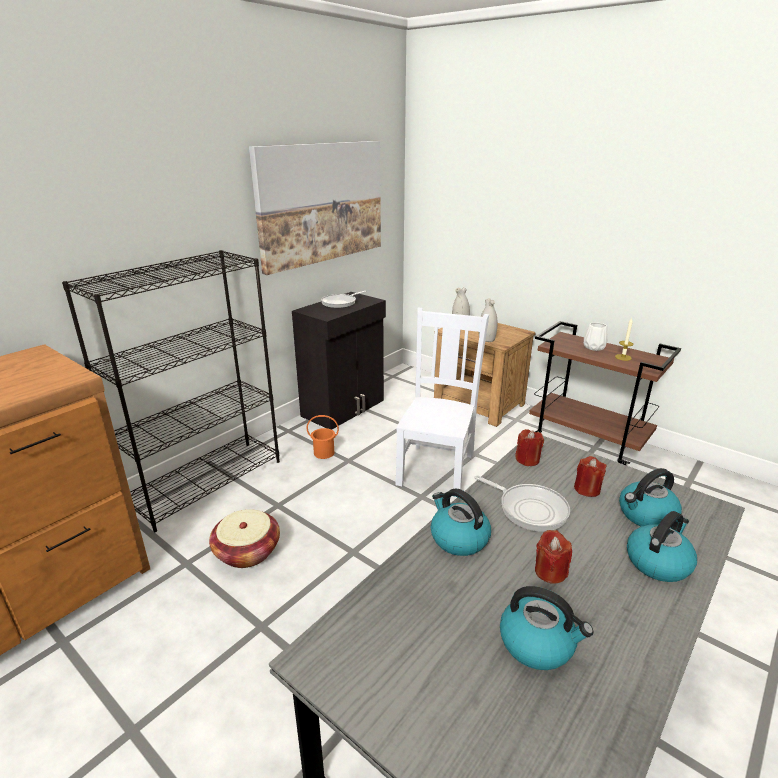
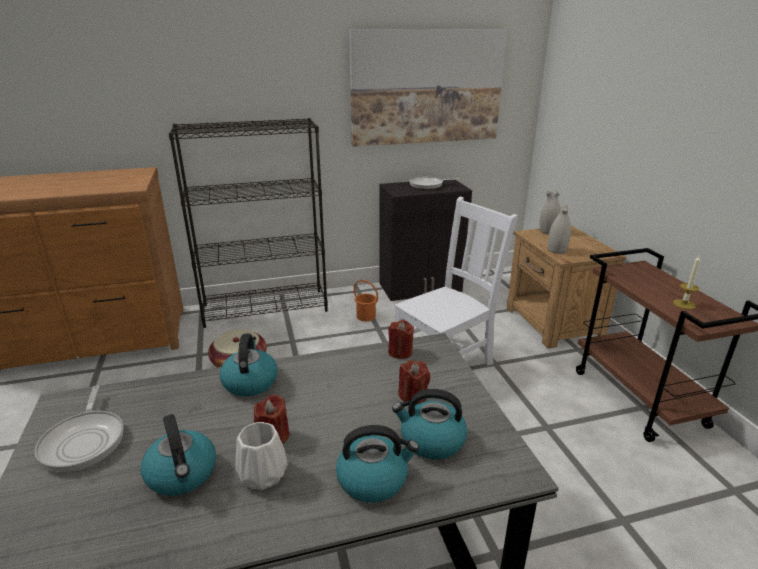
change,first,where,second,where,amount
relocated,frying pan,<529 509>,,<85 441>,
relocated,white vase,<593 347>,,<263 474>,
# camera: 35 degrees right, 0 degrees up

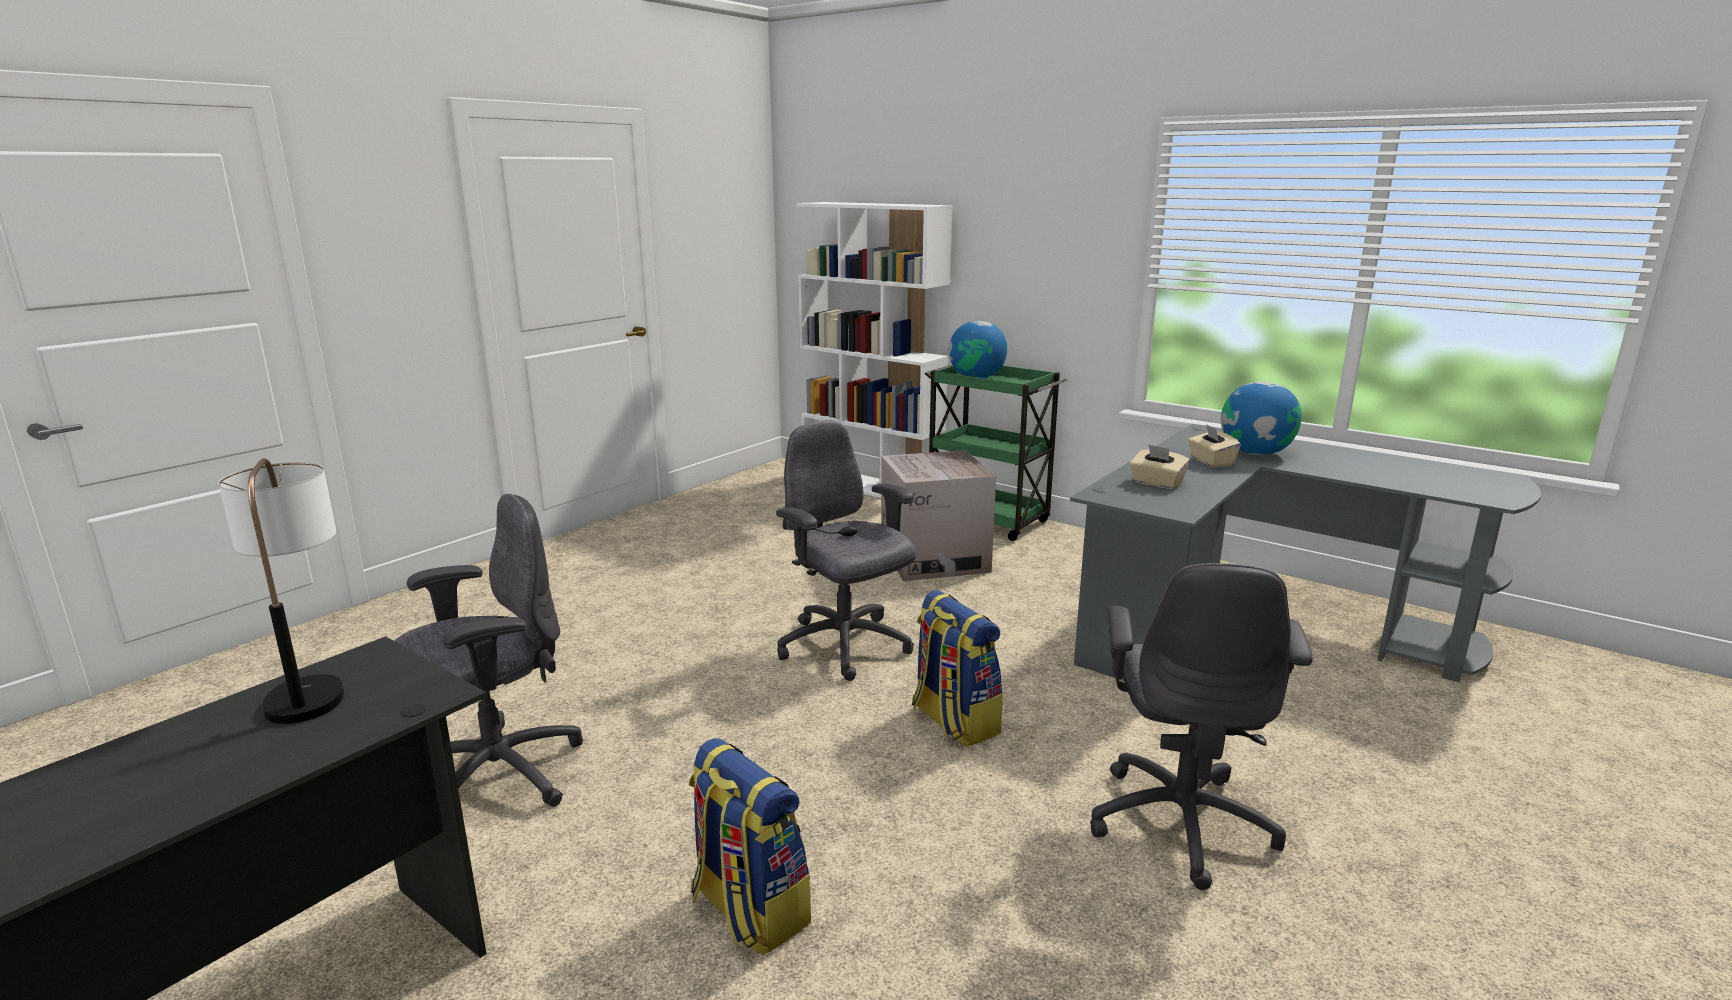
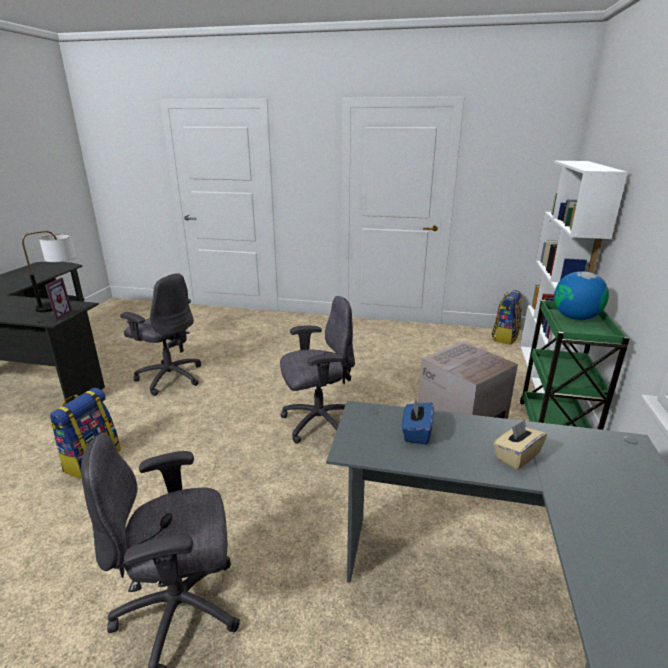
change,first,where,second,where,amount
appeared,,,picture frame,<58 315>,
spun,grey office chair,<845 647>,,<318 422>,45 degrees clockwise
colour,beige tissue box,<1156 483>,blue tissue box,<416 433>,
relocated,backpack,<953 721>,,<504 337>,
missing,globe,<1255 453>,,,
# camera: 65 degrees right, 5 degrees up

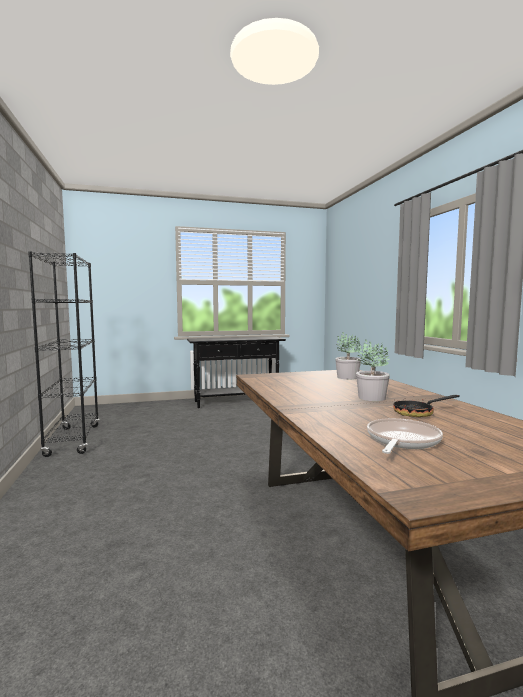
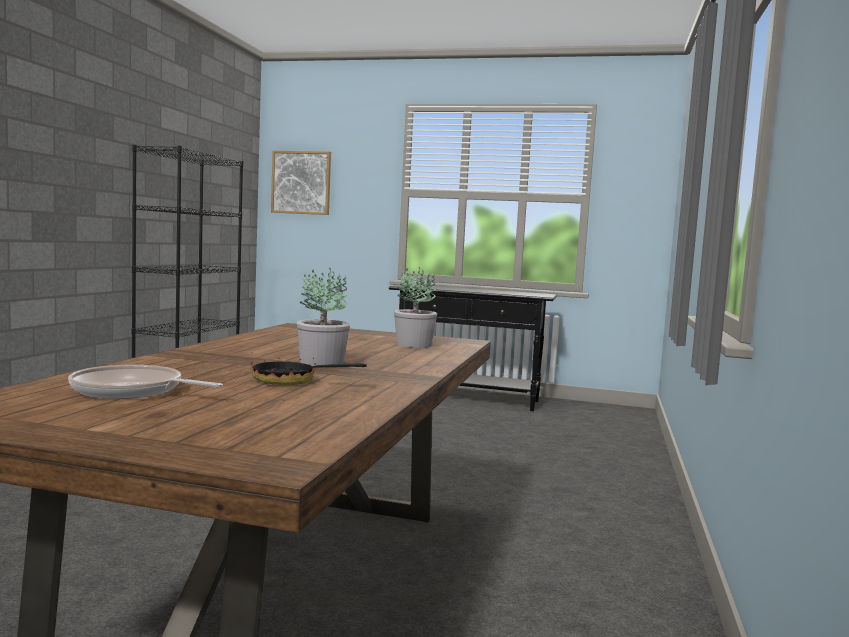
change,first,where,second,where,amount
spun,frying pan,<401 441>,,<132 391>,135 degrees counterclockwise
appeared,,,picture,<301 182>,
# camera: 30 degrees right, 0 degrees up

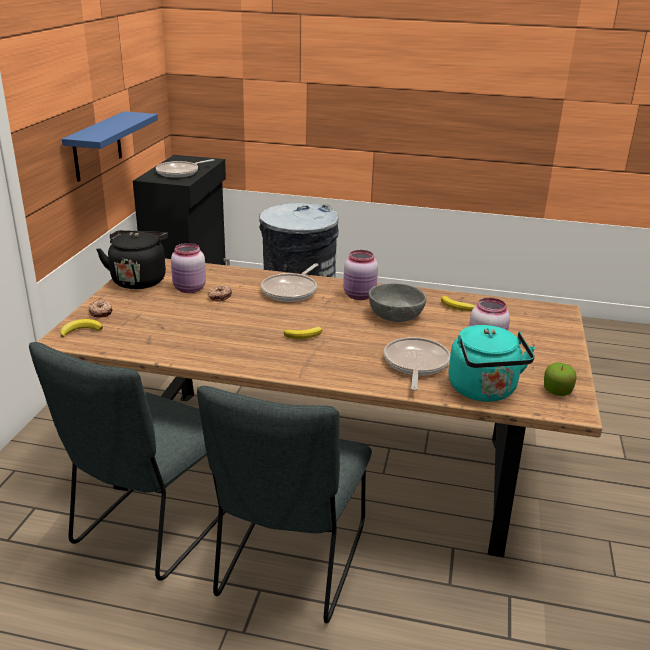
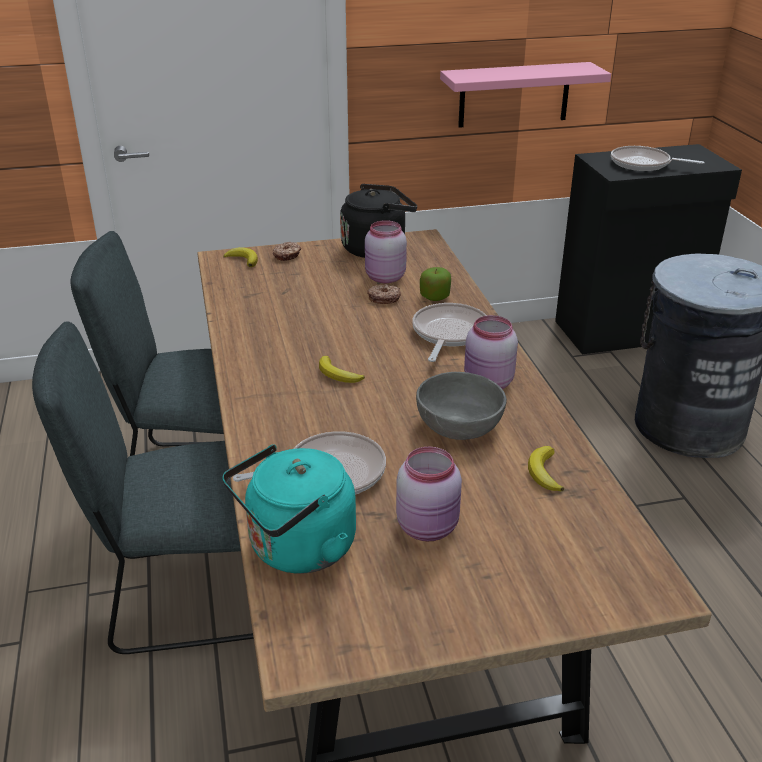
change,first,where,second,where,amount
spun,frying pan,<291 290>,,<448 334>,105 degrees clockwise
relocated,apple,<557 391>,,<434 296>,
colour,blue shelf,<97 146>,pink shelf,<514 95>,
# camera: 65 degrees right, 5 degrees up

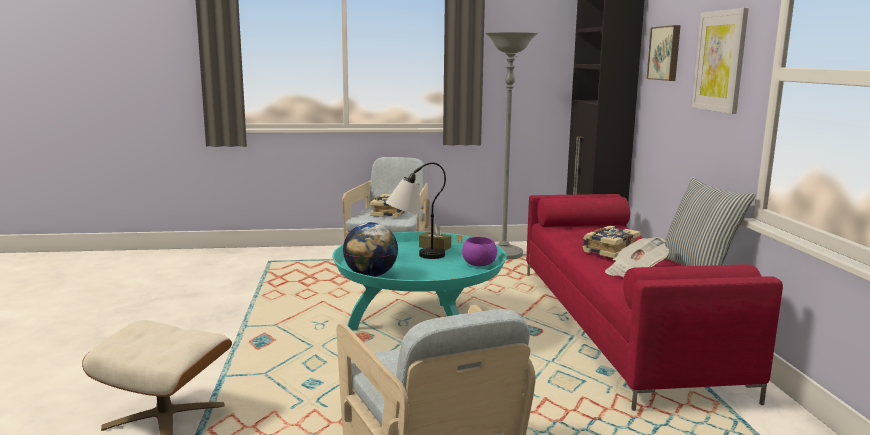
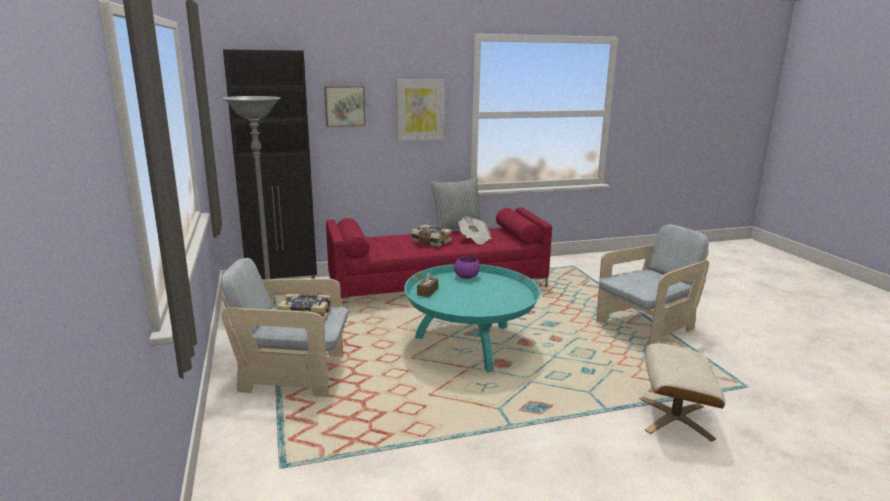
change,first,where,second,where,amount
missing,globe,<370 275>,,,
missing,table lamp,<414 256>,,,
# camera: 100 degrees left, 5 degrees up

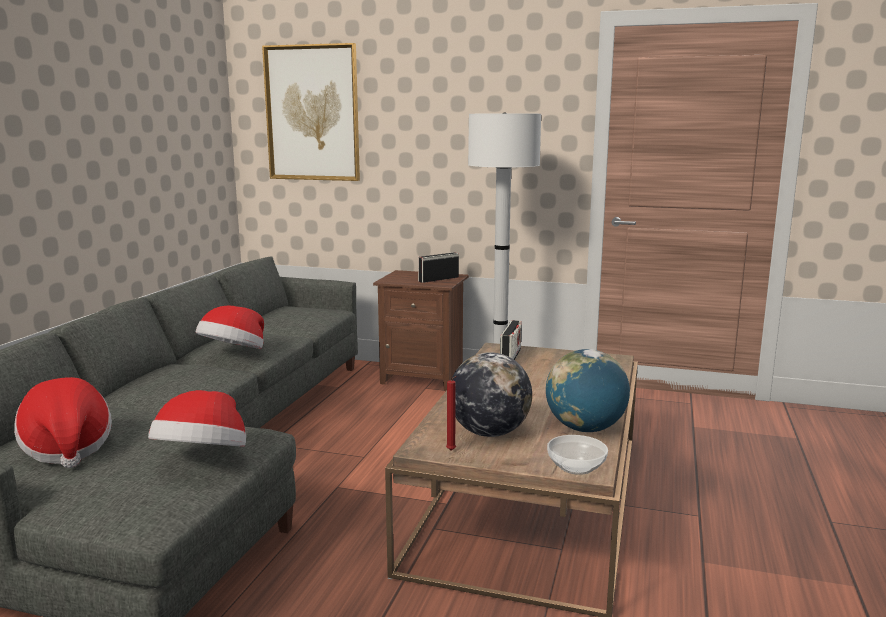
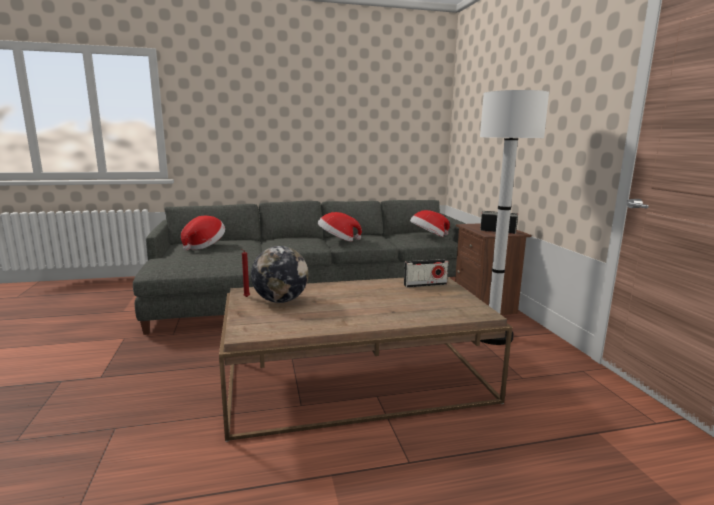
change,first,where,second,where,amount
relocated,hat,<203 459>,,<428 237>,
missing,picture,<312 113>,,,
missing,globe,<585 428>,,,
missing,bowl,<575 466>,,,
# camera: 60 degrees right, 0 degrees up

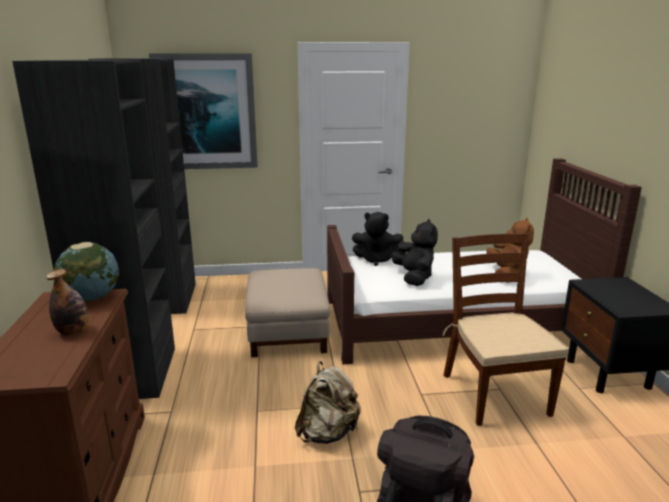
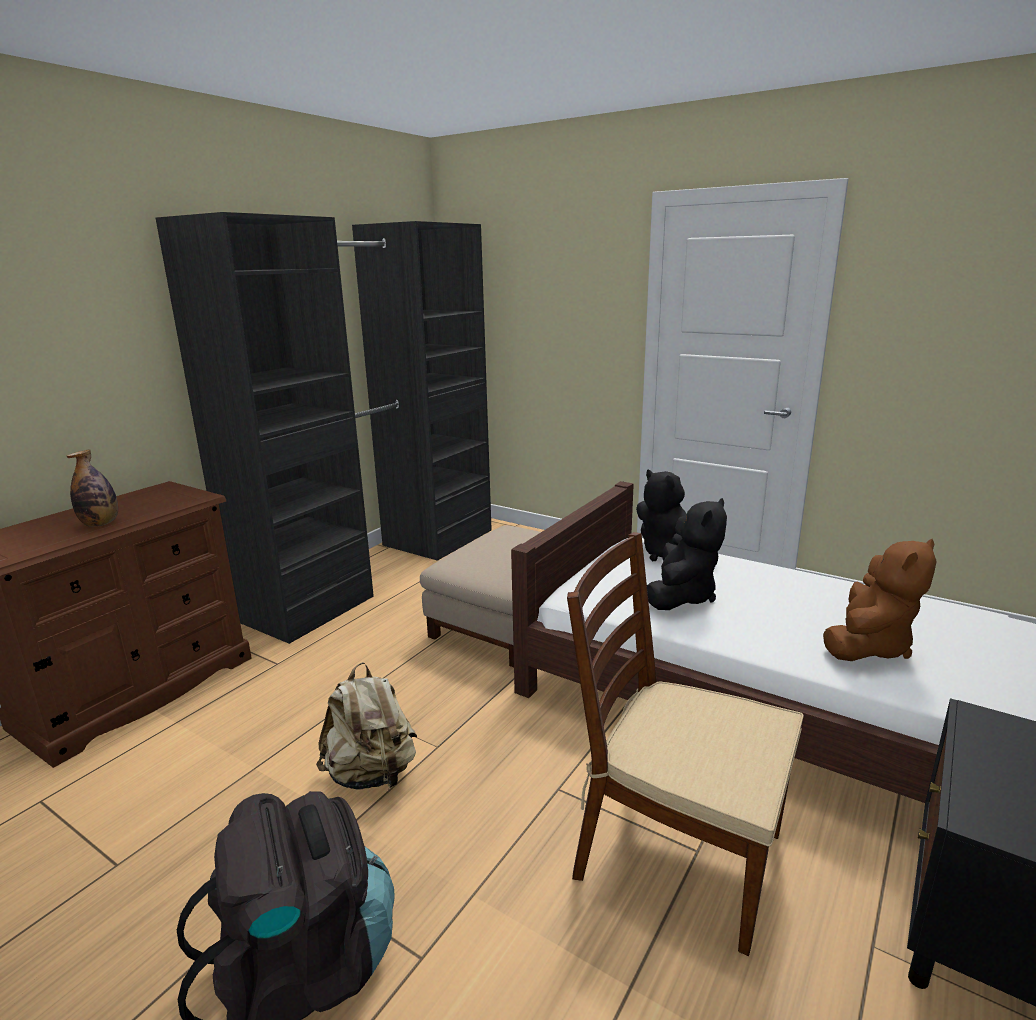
change,first,where,second,where,amount
spun,brown chair,<494 393>,,<676 854>,90 degrees counterclockwise
missing,globe,<92 298>,,,
missing,picture,<206 112>,,,
# camera: 40 degrees right, 0 degrees up

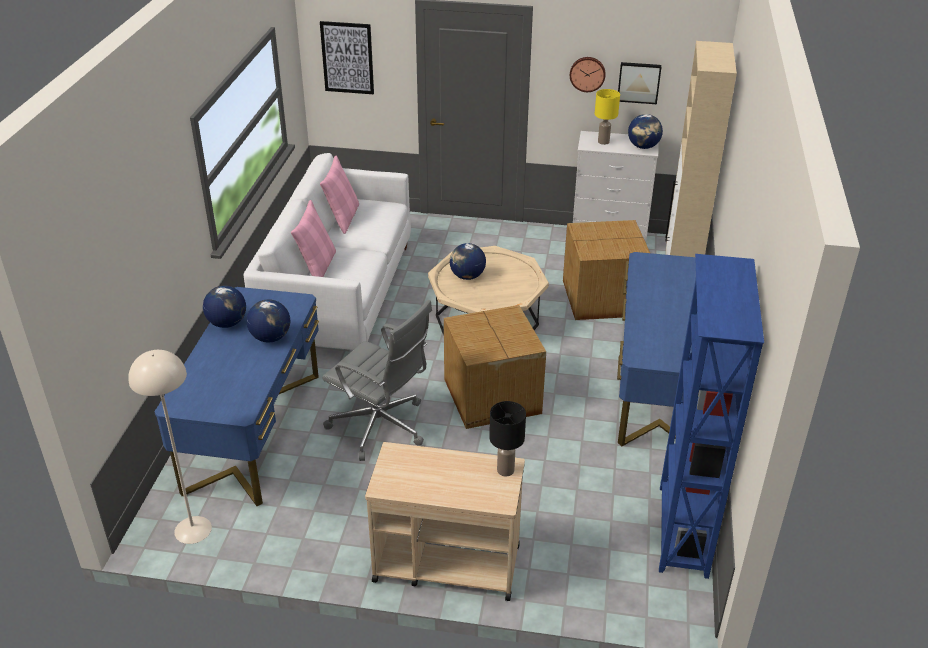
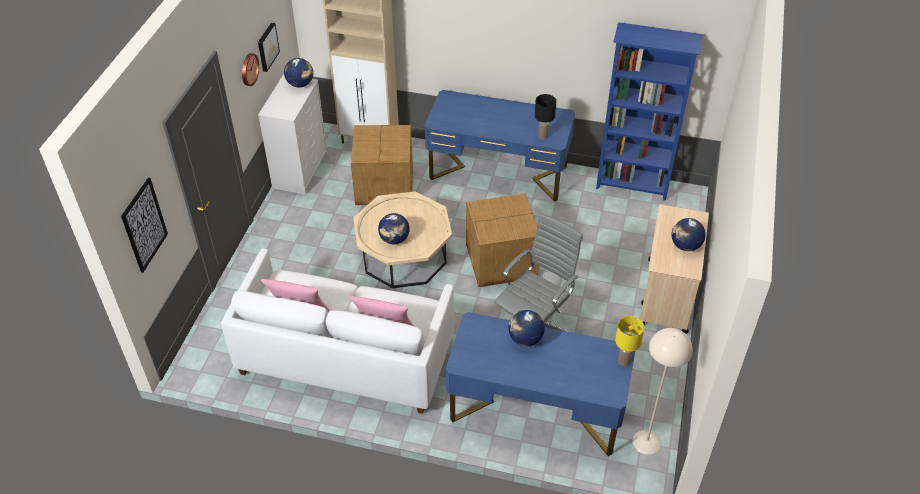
change,first,where,second,where,amount
relocated,black table lamp,<505 470>,,<542 136>,
relocated,yellow table lamp,<603 142>,,<624 361>,
relocated,globe,<227 323>,,<685 246>,
# camera: 85 degrees left, 10 degrees up

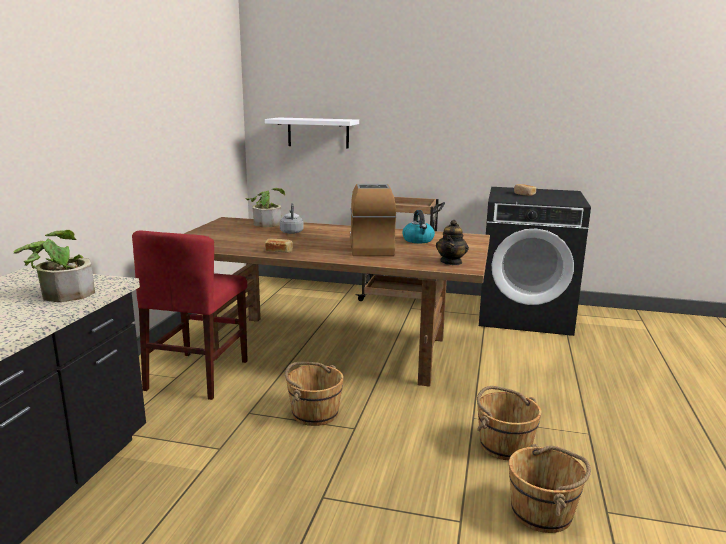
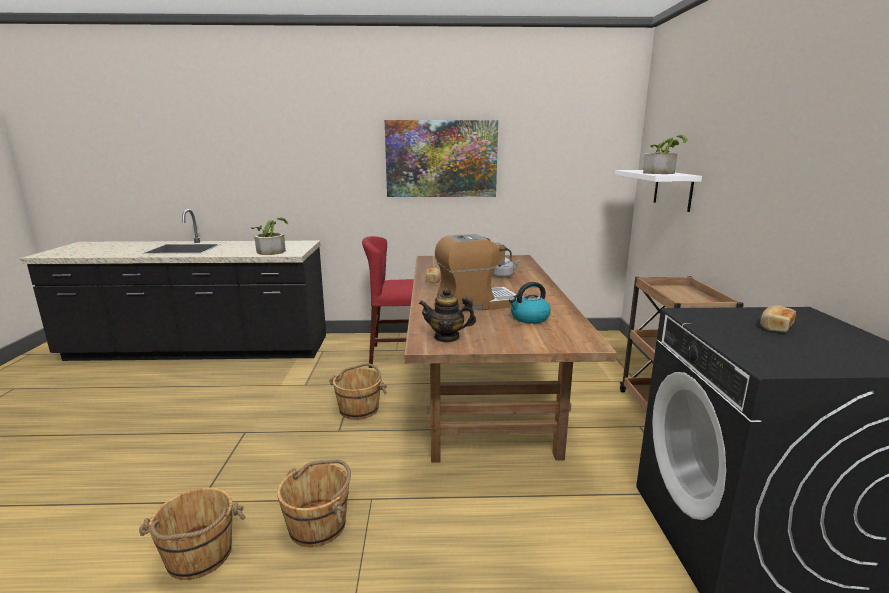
change,first,where,second,where,amount
appeared,,,picture,<441 159>,
relocated,potted plant,<267 223>,,<661 173>,
# camera: 75 degrees right, 0 degrees up

